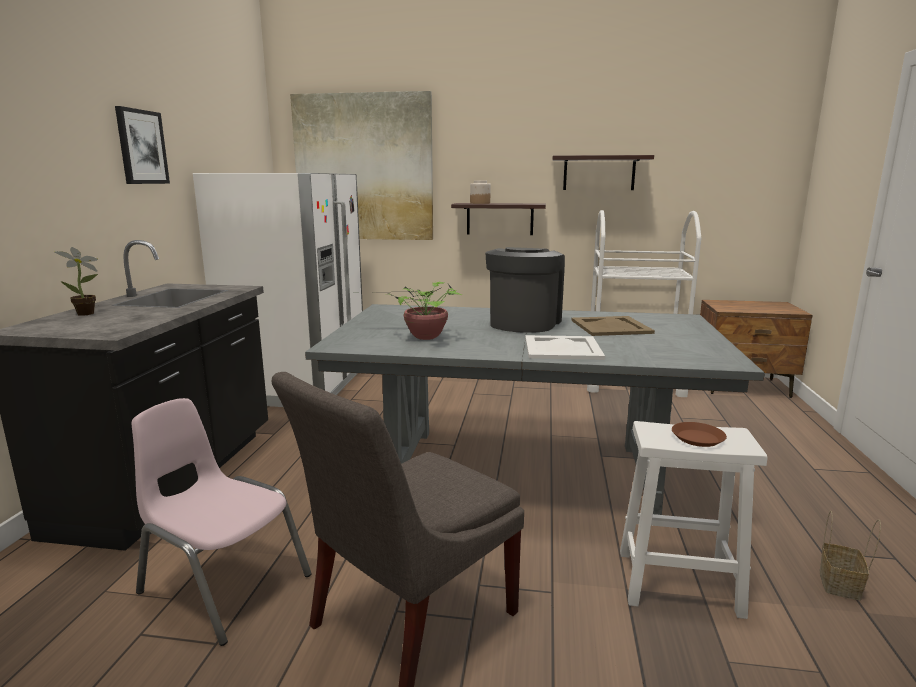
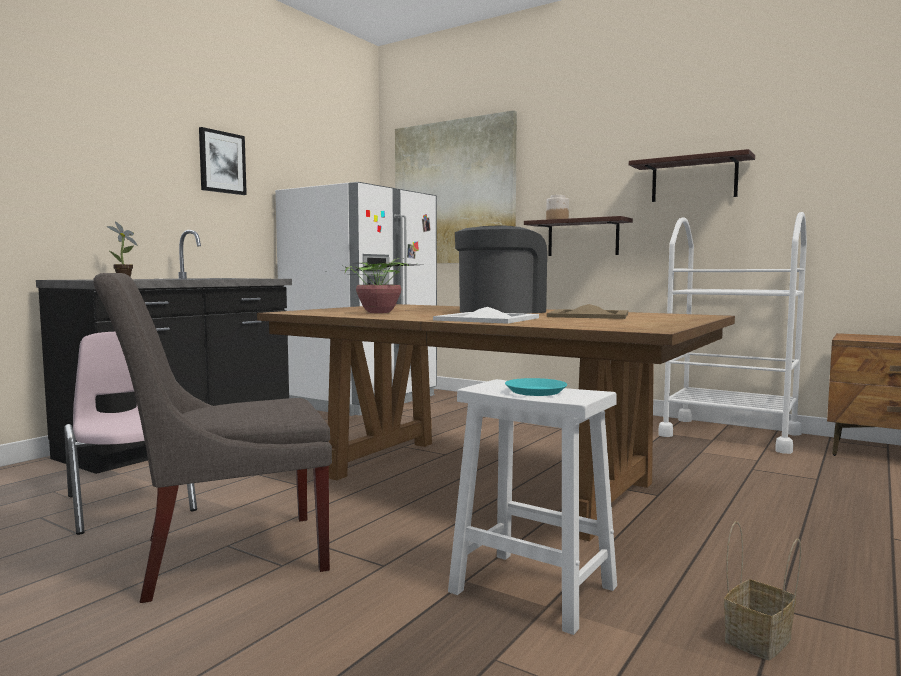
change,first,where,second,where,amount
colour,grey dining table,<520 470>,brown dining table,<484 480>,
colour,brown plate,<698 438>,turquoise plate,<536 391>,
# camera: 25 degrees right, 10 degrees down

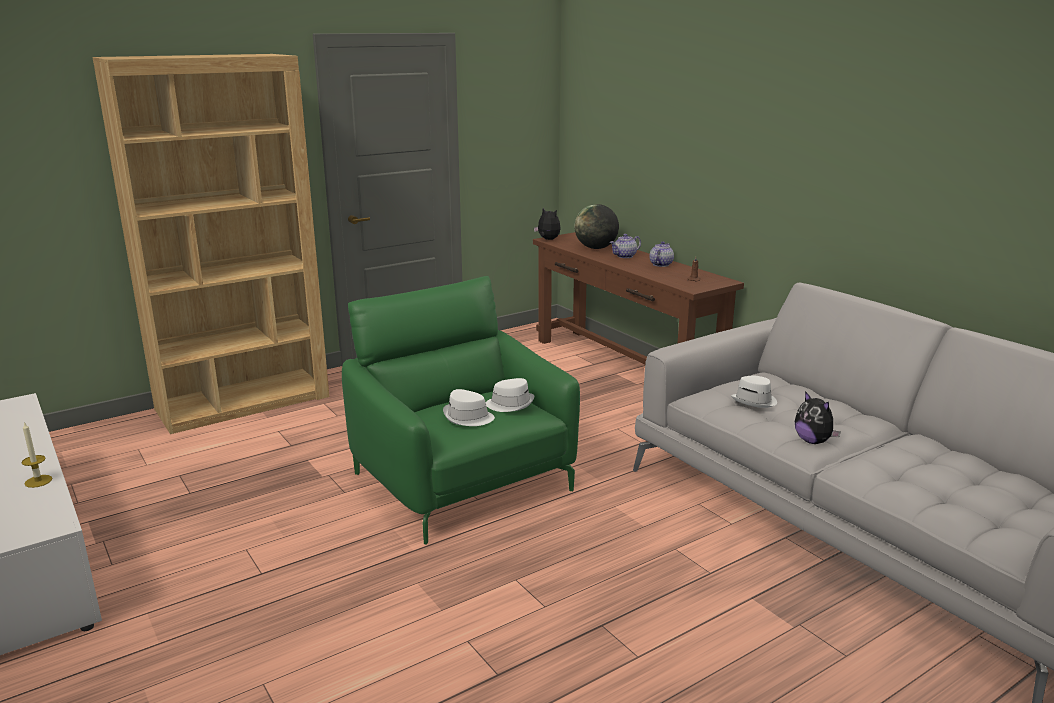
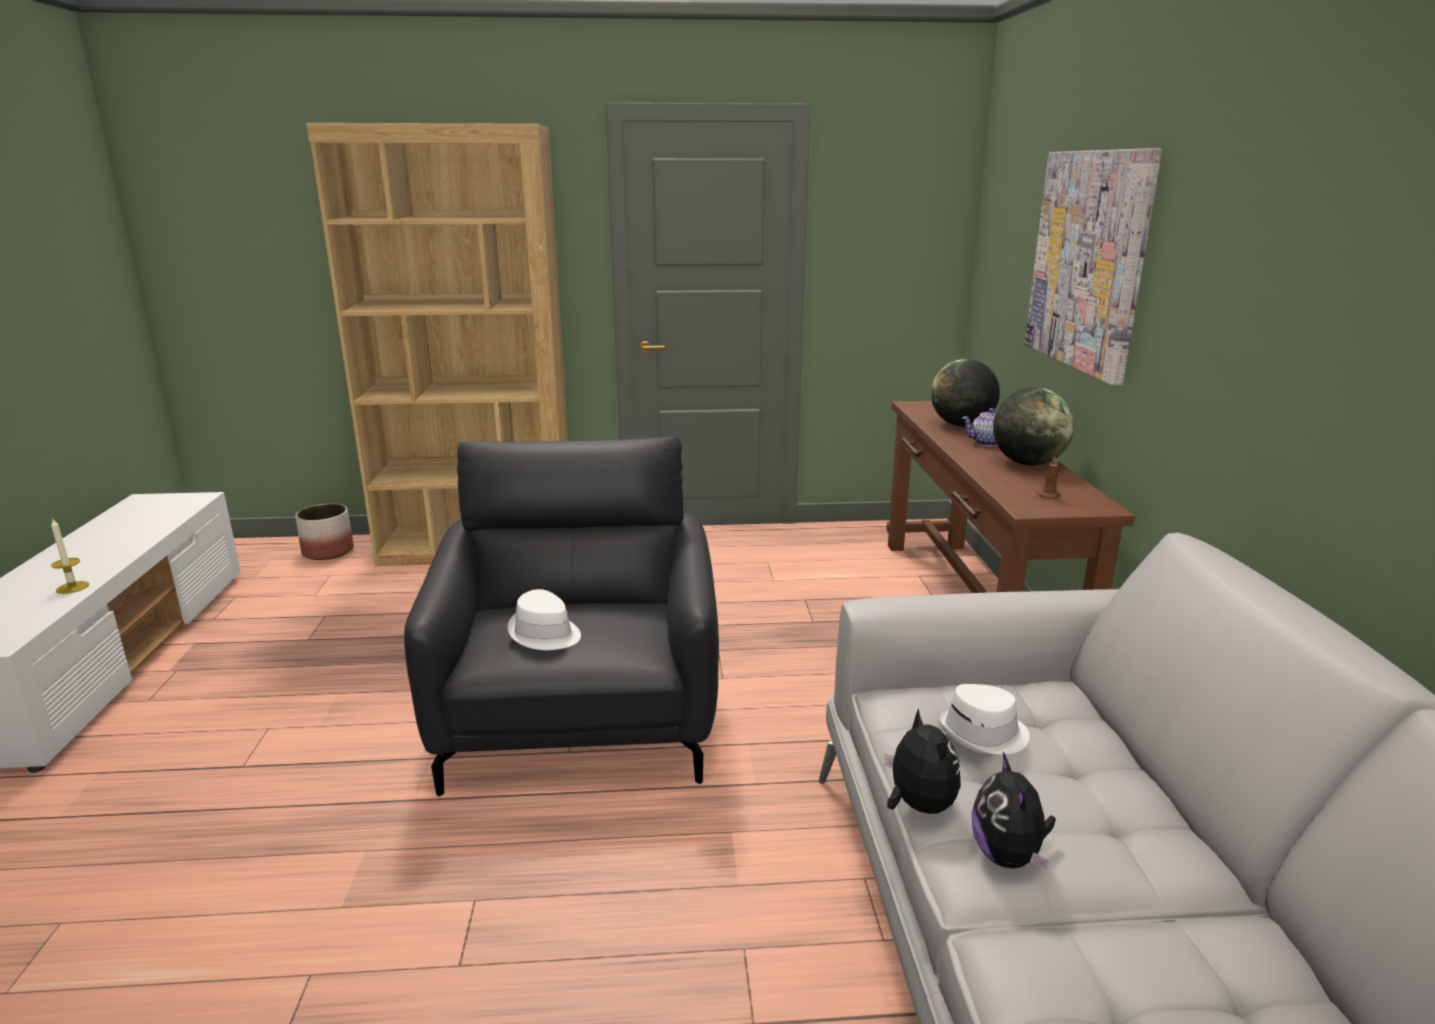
change,first,where,second,where,amount
appeared,,,planter,<328 552>,
colour,green armchair,<462 482>,black armchair,<579 720>,
relocated,plush toy,<547 240>,,<918 806>,
exchanged,teapot,<660 264>,globe,<1027 463>,
appeared,,,picture,<1089 261>,
missing,white hat,<510 404>,,,
# camera: 30 degrees right, 0 degrees up

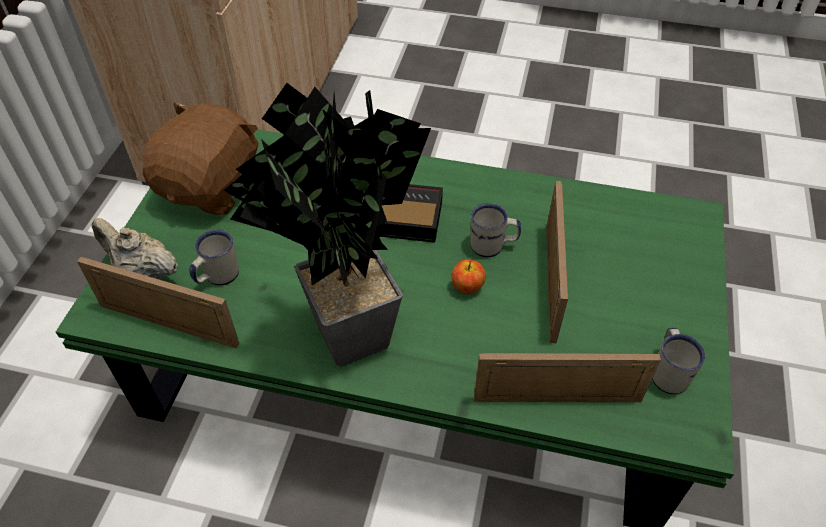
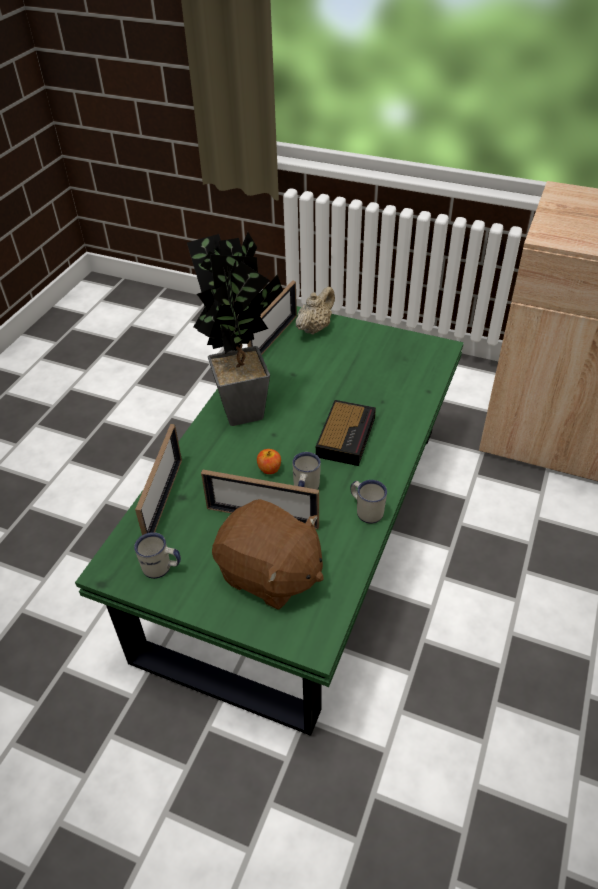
change,first,where,second,where,amount
relocated,brown plush toy,<213 187>,,<270 574>,
relocated,white mug,<217 277>,,<366 510>,
# camera: 100 degrees right, 5 degrees down

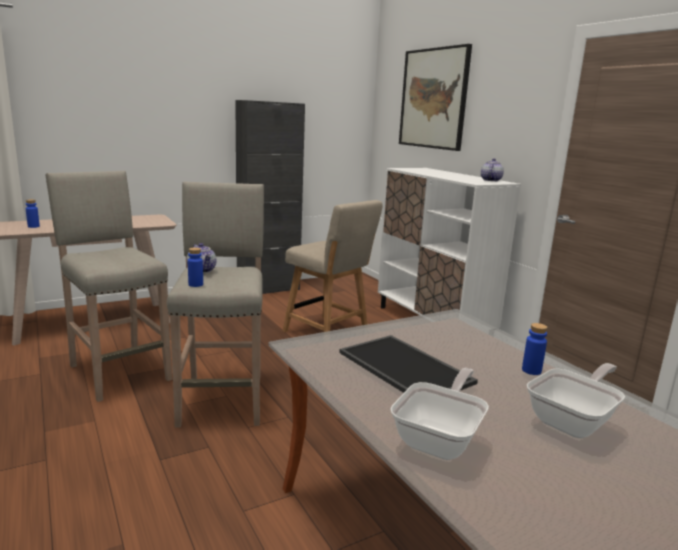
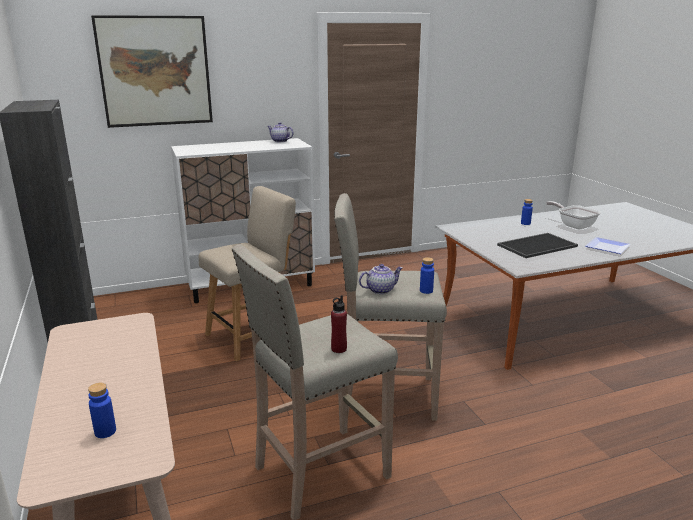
change,first,where,second,where,amount
appeared,,,red bottle,<338 349>,
exchanged,frying pan,<440 439>,plate,<606 247>,
# camera: 80 degrees left, 5 degrees up

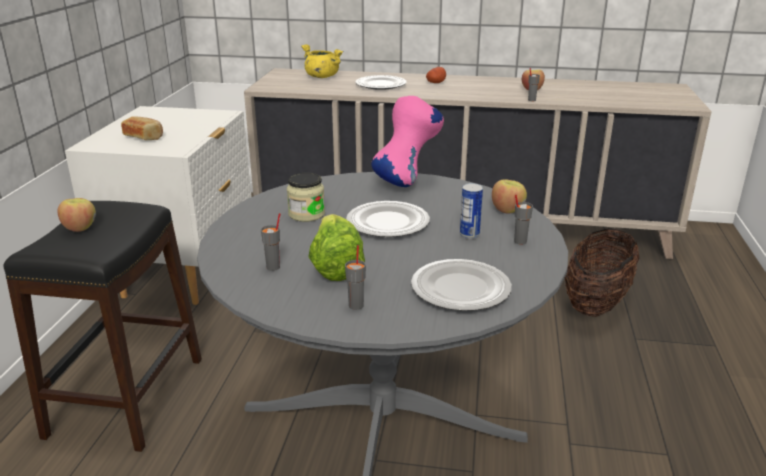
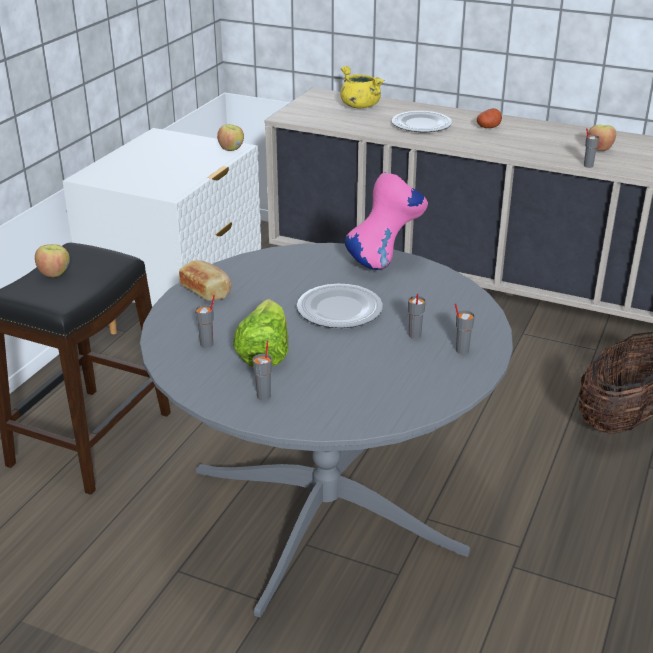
change,first,where,second,where,amount
relocated,bread,<144 137>,,<206 290>,
relocated,apple,<507 210>,,<231 149>,
exchanged,can,<469 235>,grey cup,<414 335>,
missing,jar,<306 214>,,,
missing,plate,<459 288>,,,
# camera: 15 degrees right, 5 degrees up

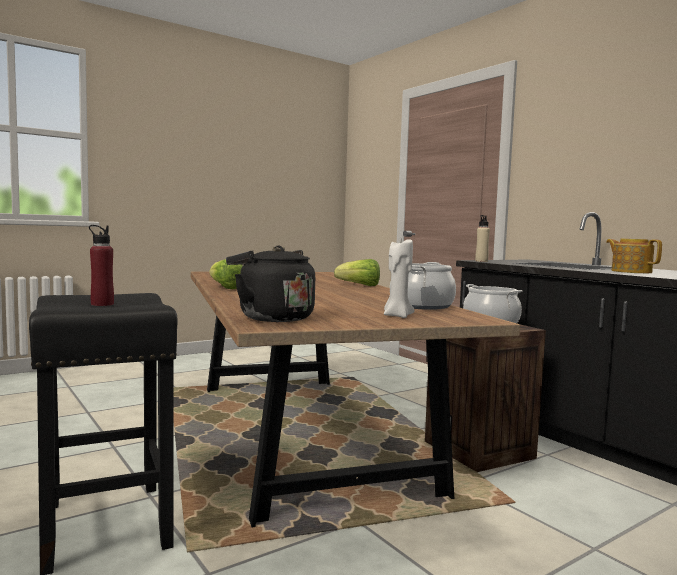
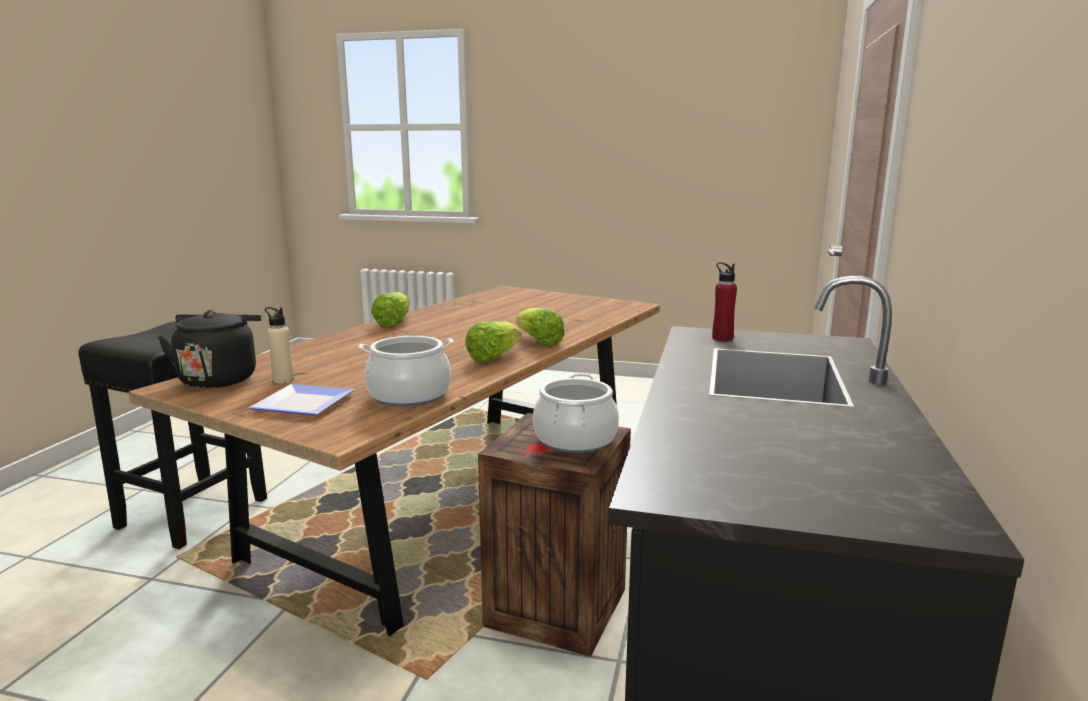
change,first,where,second,where,amount
exchanged,white candle,<397 316>,plate,<304 405>,
relocated,beige bottle,<481 261>,,<283 380>,
appeared,,,lettuce,<493 357>,
relocated,red bottle,<102 304>,,<722 338>,
missing,teapot,<630 271>,,,
# camera: 50 degrees right, 10 degrees up

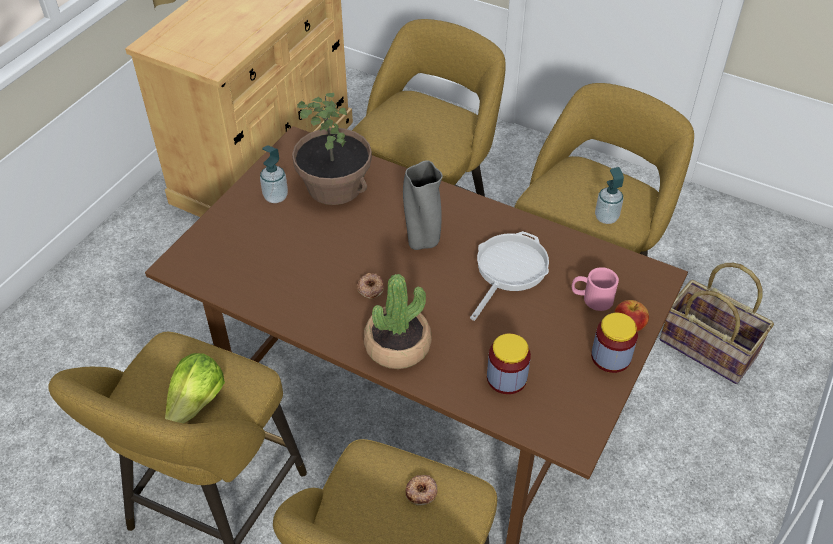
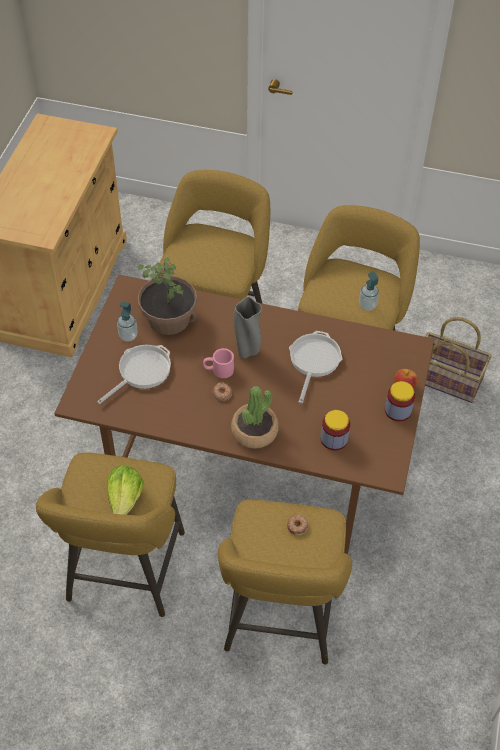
change,first,where,second,where,amount
appeared,,,frying pan,<141 372>,
relocated,pink mug,<591 298>,,<218 370>,
# camera: 15 degrees left, 5 degrees up

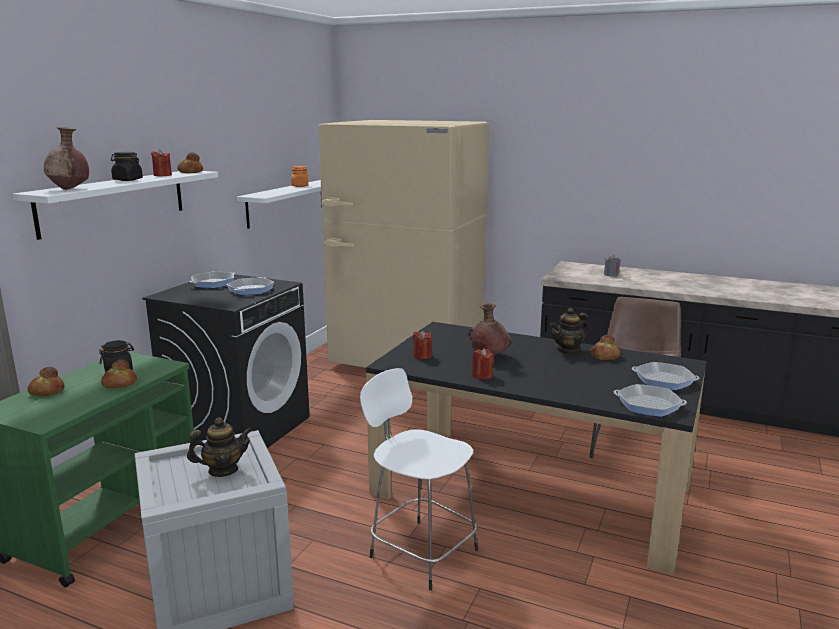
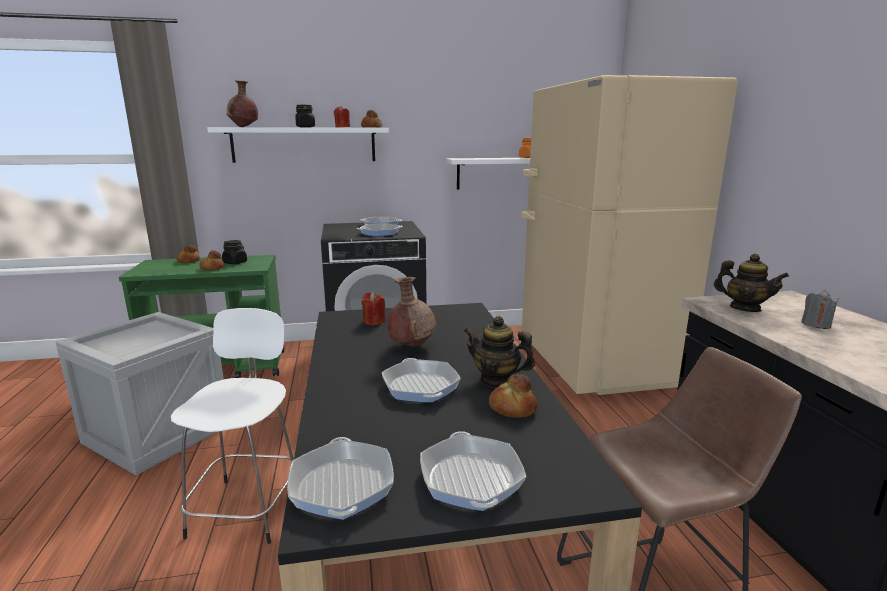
change,first,where,second,where,amount
appeared,,,frying pan,<420 386>,
relocated,teapot,<223 470>,,<744 308>,
missing,red candle,<482 375>,,,
# camera: 55 degrees right, 0 degrees up

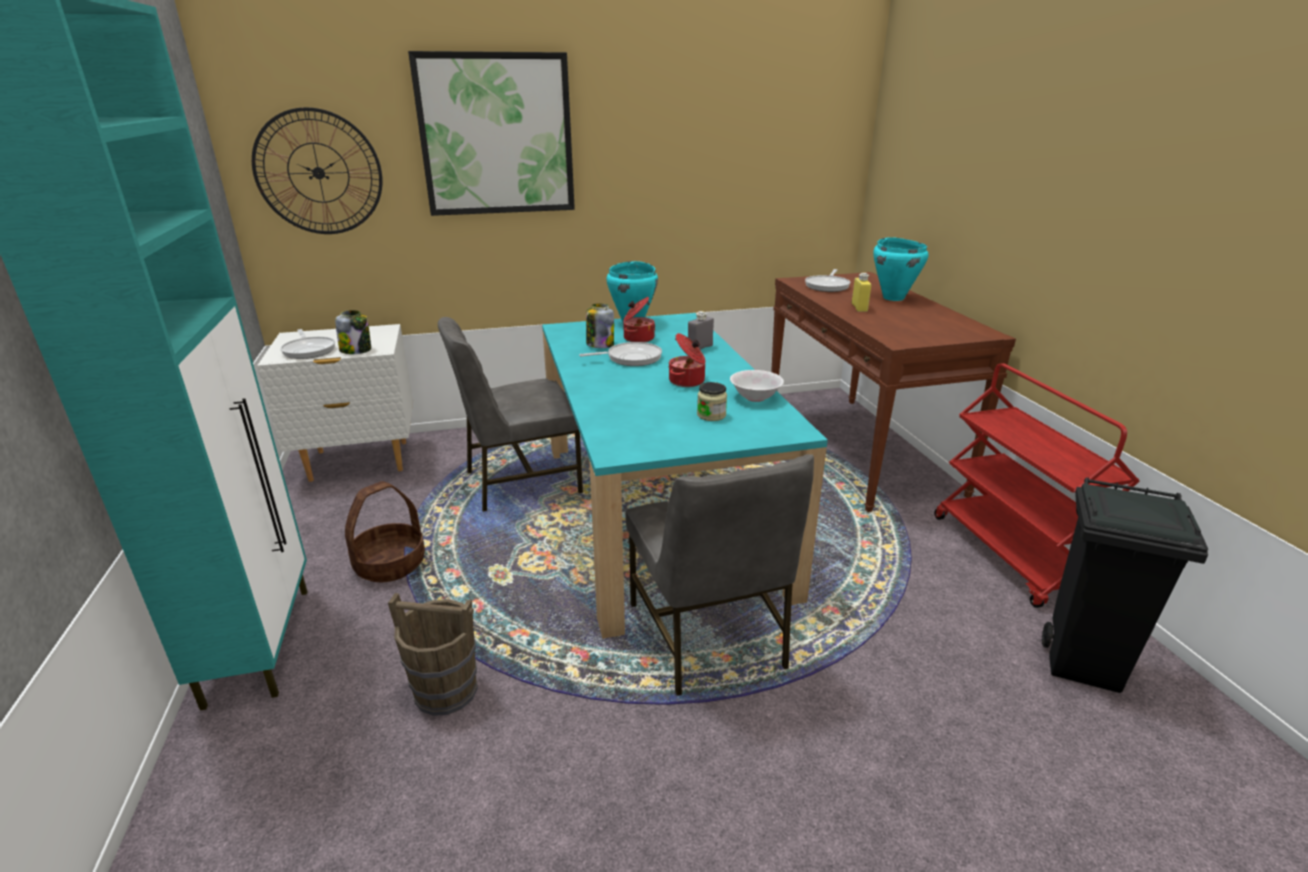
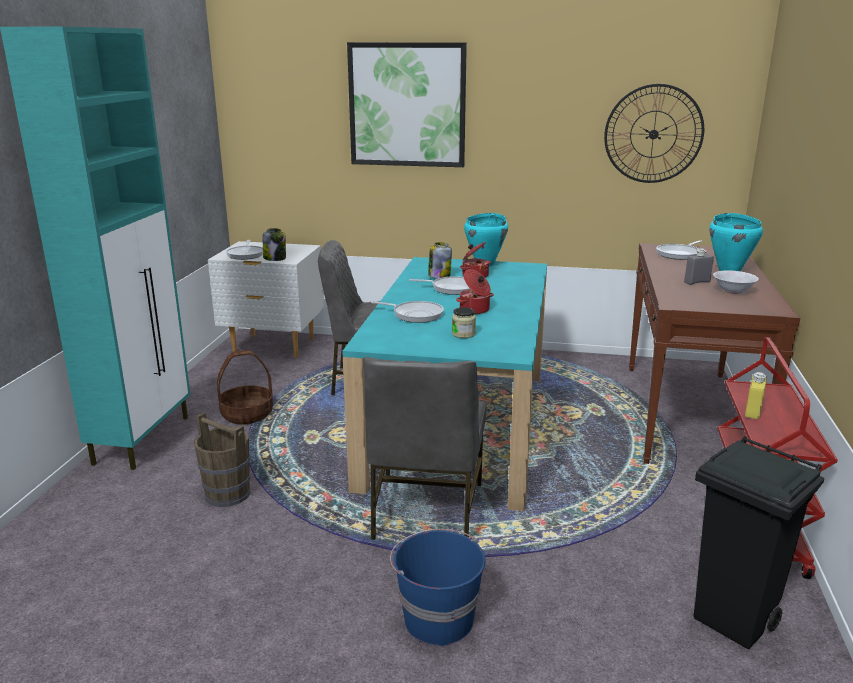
change,first,where,second,where,amount
appeared,,,frying pan,<415 314>,
appeared,,,blue bucket,<437 619>,
relocated,wall clock,<318 173>,,<653 134>,
relocated,grey bottle,<700 348>,,<697 282>,
relocated,white bowl,<755 397>,,<733 291>,
relocated,yellow bottle,<859 308>,,<753 411>,
# camera: 25 degrees right, 5 degrees down

